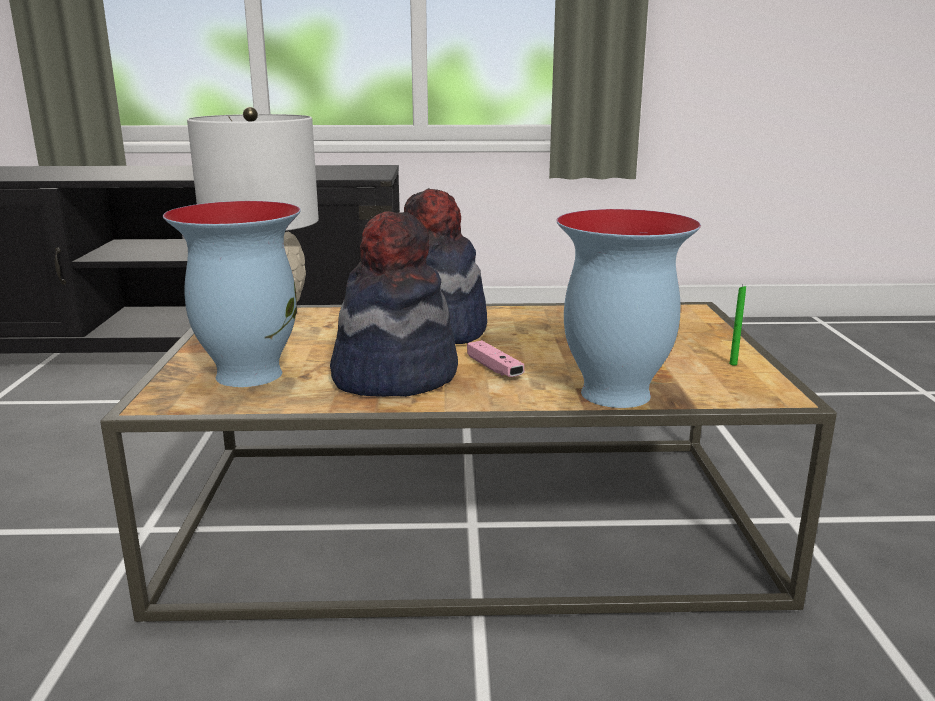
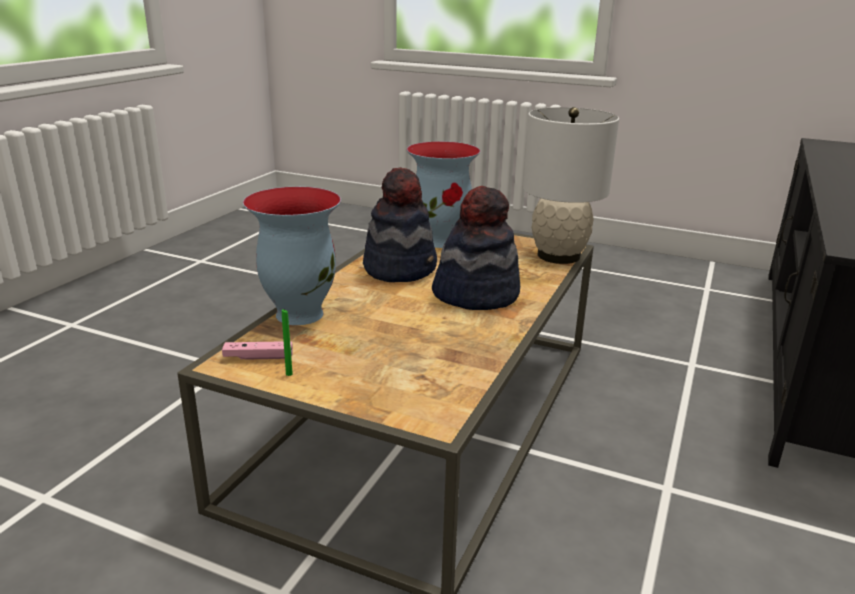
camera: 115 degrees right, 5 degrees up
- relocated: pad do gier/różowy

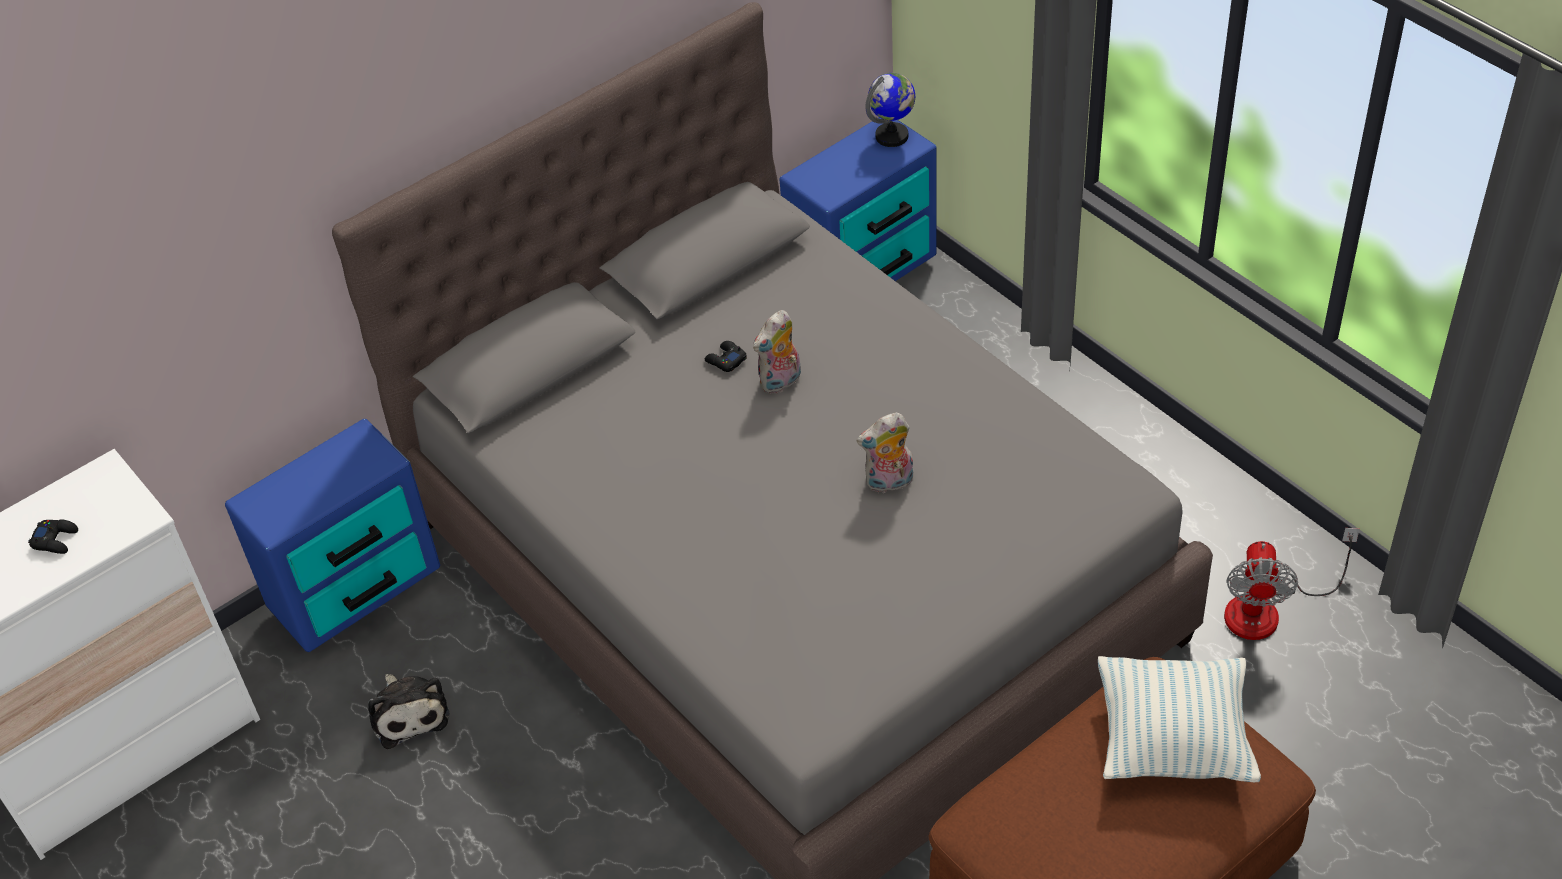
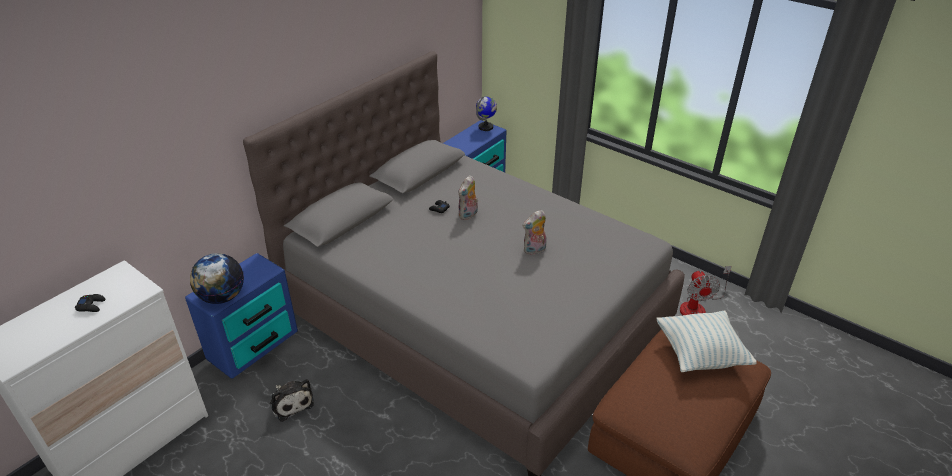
camera: 15 degrees left, 10 degrees down
- appeared: globus (no. 1 from left)

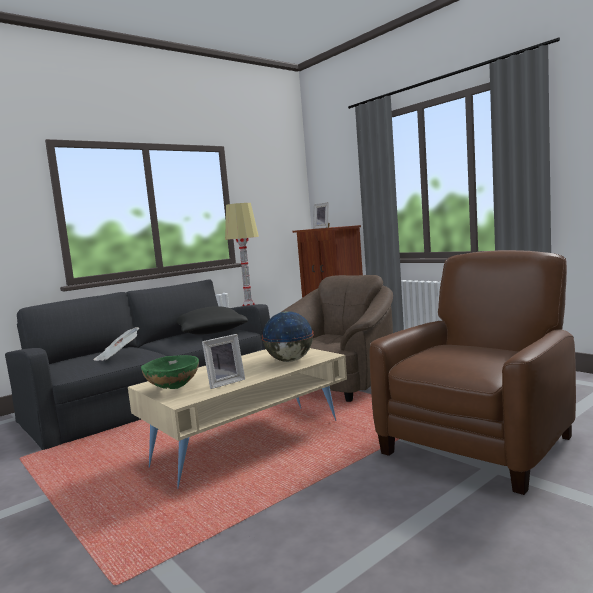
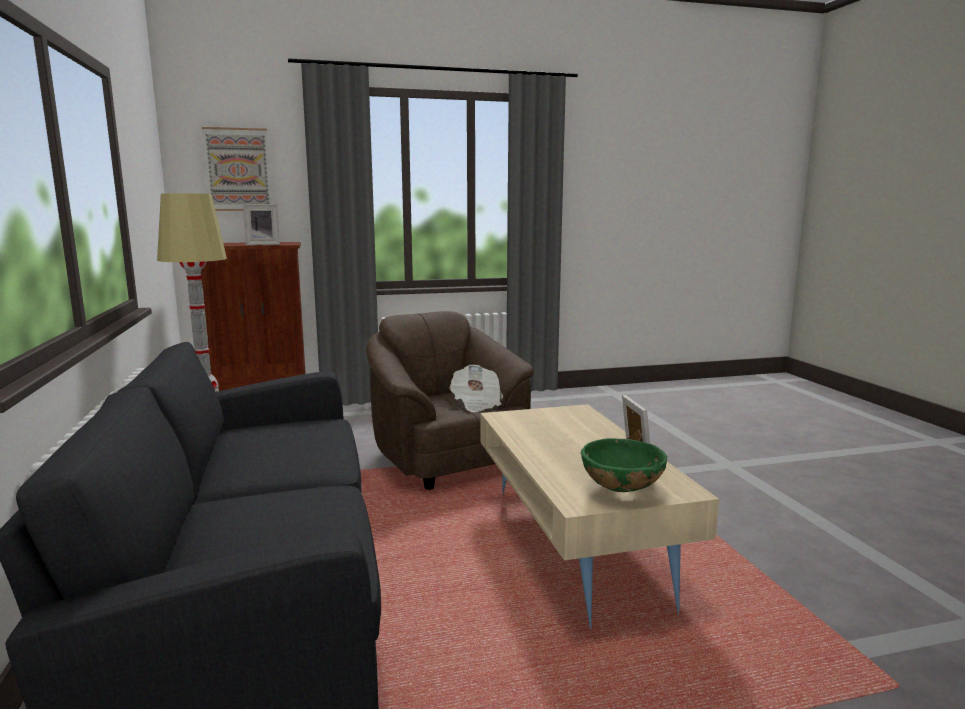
camera: 65 degrees left, 5 degrees up
- appeared: obraz
- relocated: gazeta
- missing: poduszka/czarny
- missing: globus
- missing: fotel/brązowy (no. 2 from left)

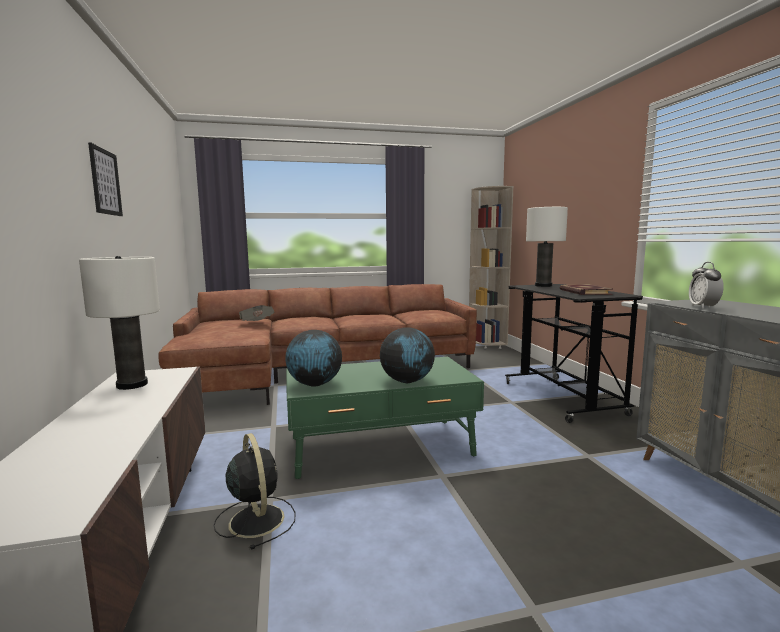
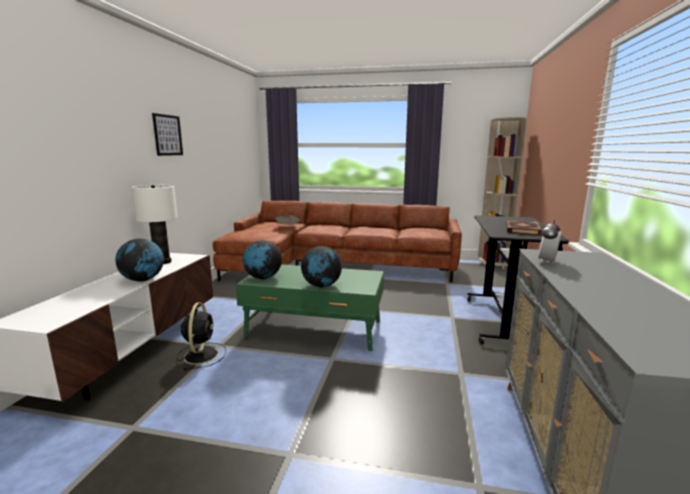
camera: 25 degrees right, 5 degrees up
- appeared: globus (no. 1 from left)
- missing: lampa stołowa/biały (no. 2 from left)

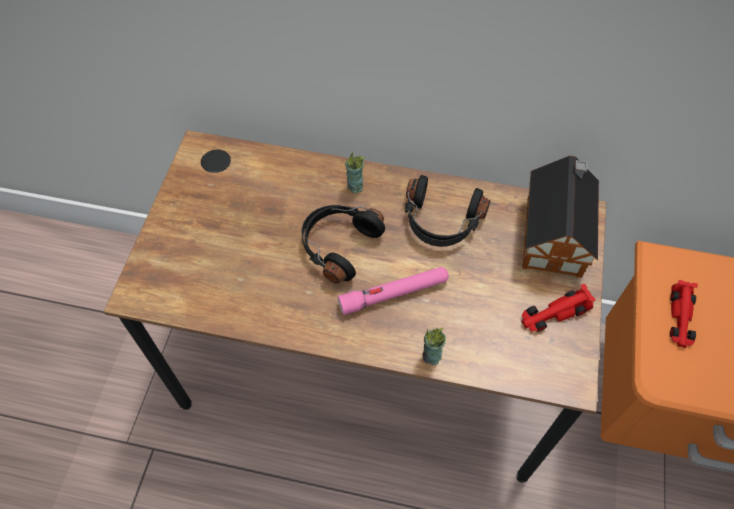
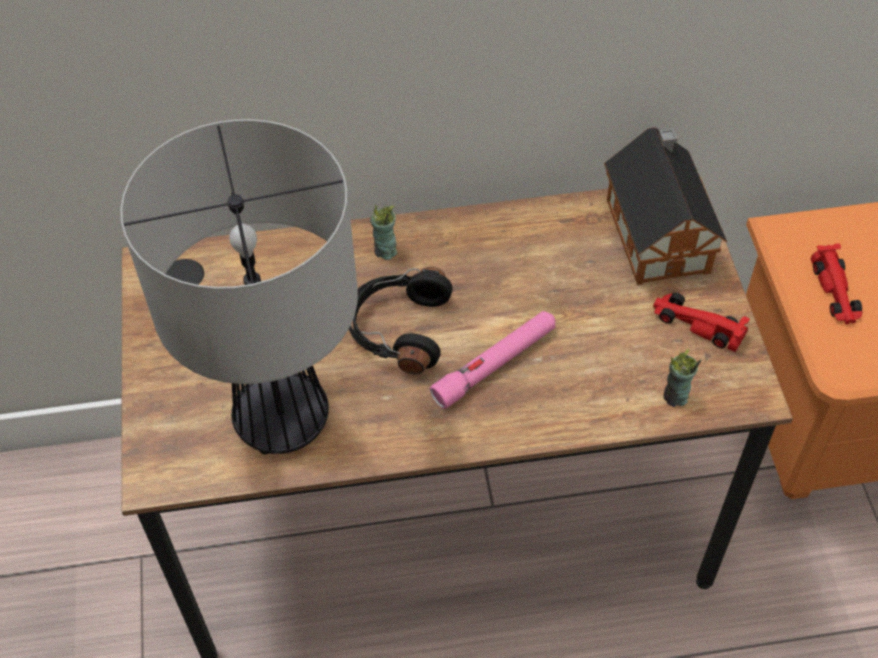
camera: 20 degrees left, 5 degrees down
- appeared: lampa stołowa
- spun: samochodzik/czerwony (no. 1 from left) 75 degrees clockwise
- relocated: filiżanka (no. 2 from left)
- missing: słuchawki/czarny (no. 2 from left)

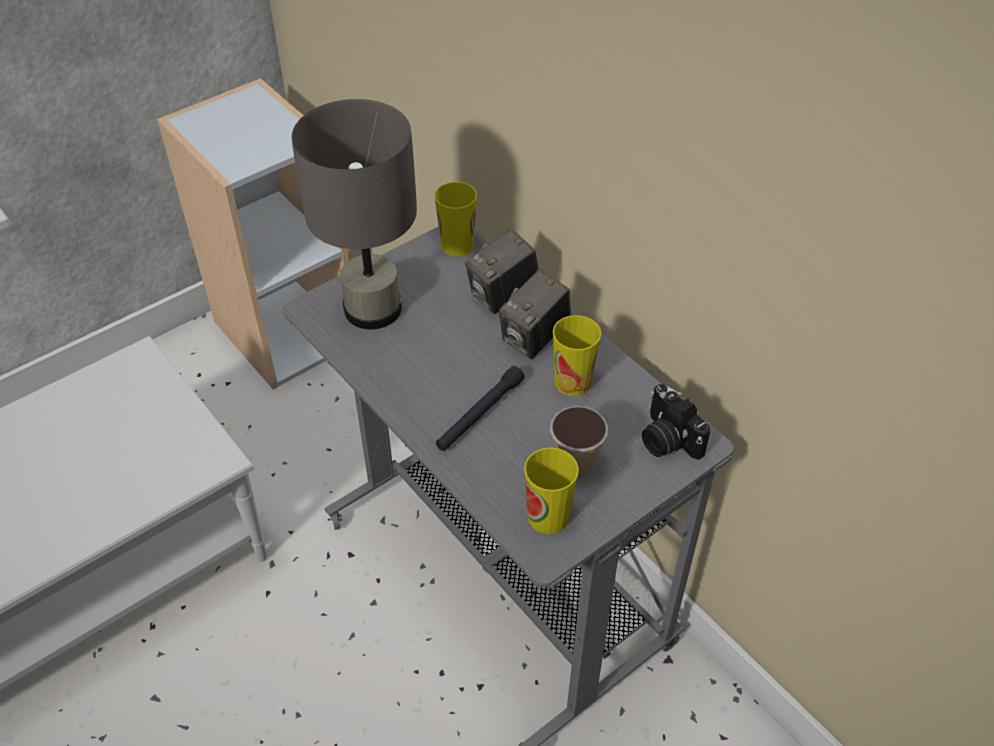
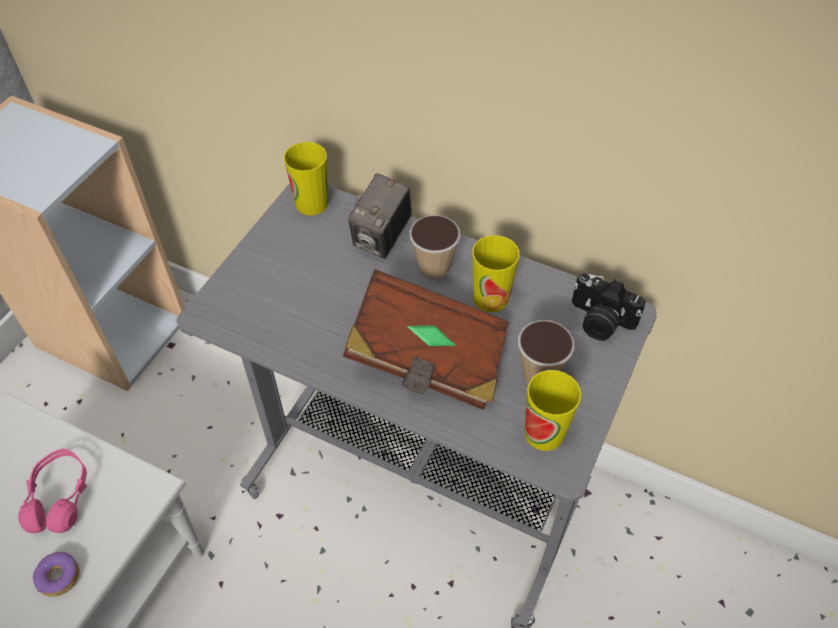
camera: 25 degrees left, 5 degrees up
- appeared: słuchawki/różowy
- appeared: donut
- exchanged: latarka/czarny to książka/brązowy
- exchanged: aparat fotograficzny (no. 2 from left) to filiżanka (no. 2 from left)
- missing: lampa stołowa/szary

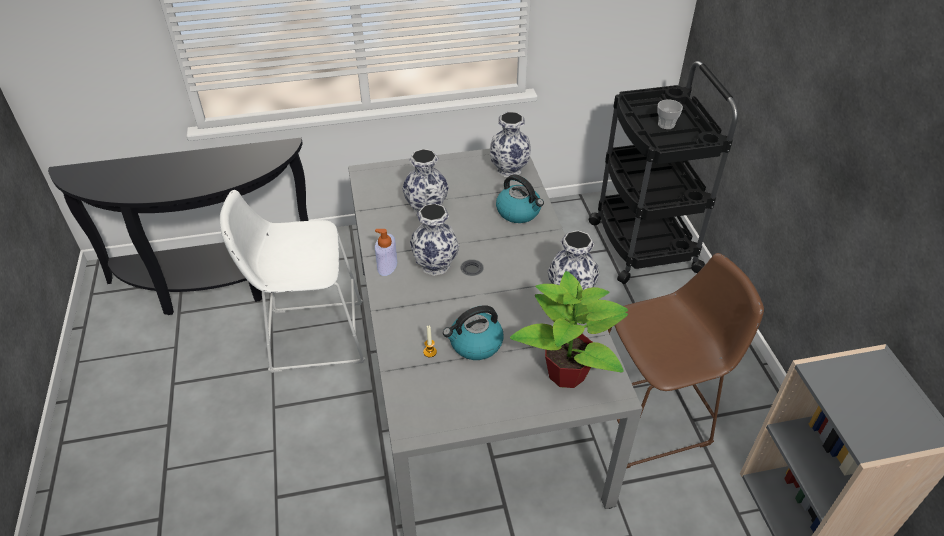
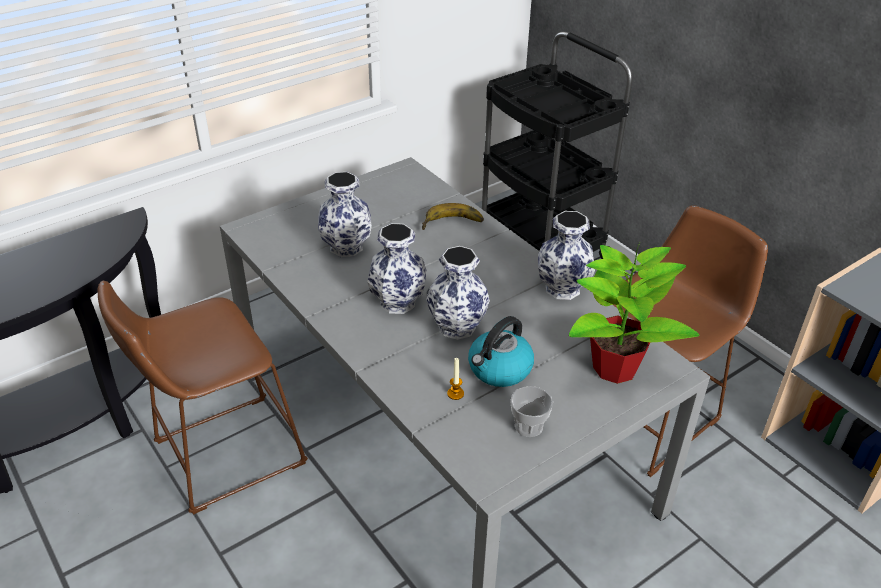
camera: 25 degrees left, 5 degrees down
- colour: stołek/biały to stołek/brązowy (no. 1 from left)
- exchanged: czajnik (no. 2 from left) to banan
- relocated: wazon (no. 3 from left)
- relocated: filiżanka
- missing: dozownik mydła

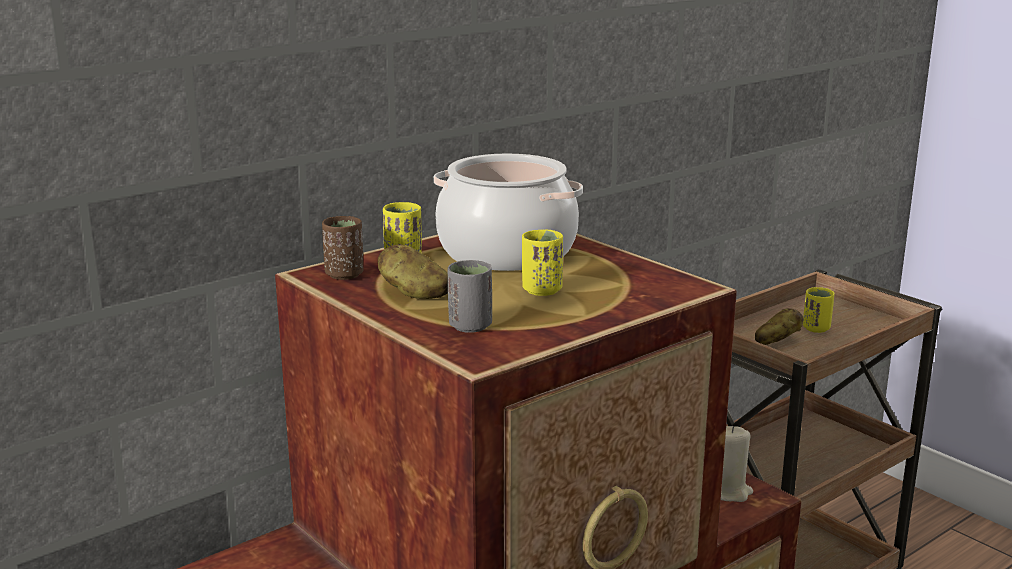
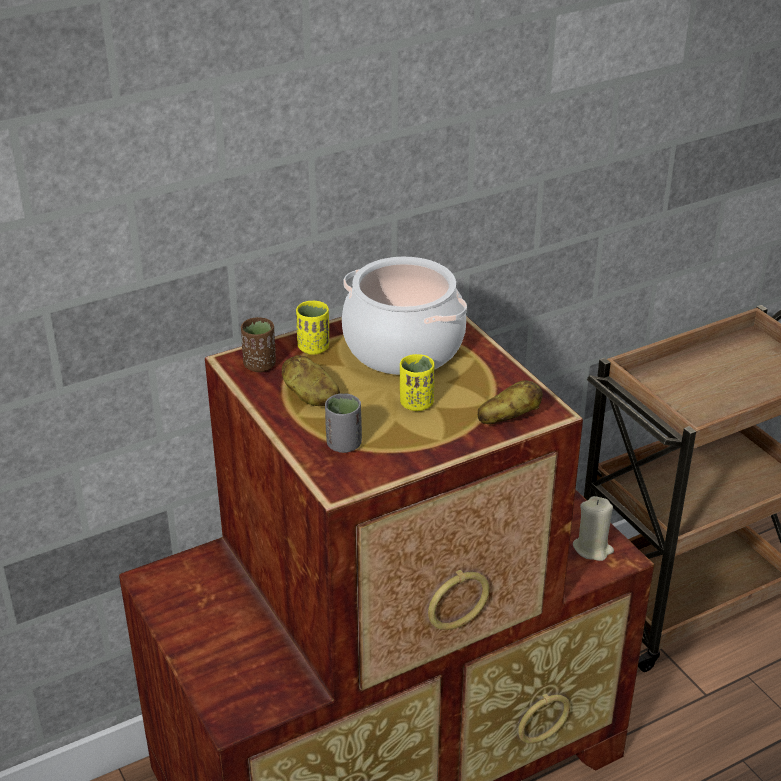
camera: 10 degrees right, 15 degrees up
- relocated: ziemniak (no. 2 from left)
- missing: filiżanka/żółty (no. 3 from left)

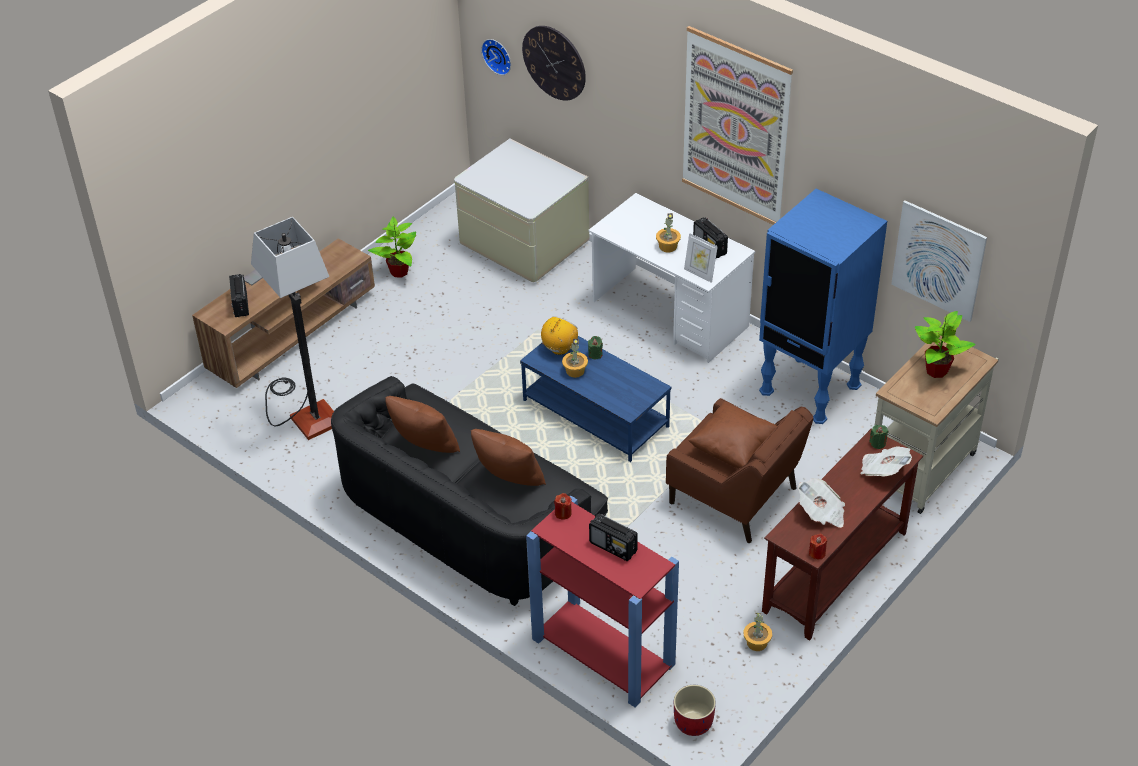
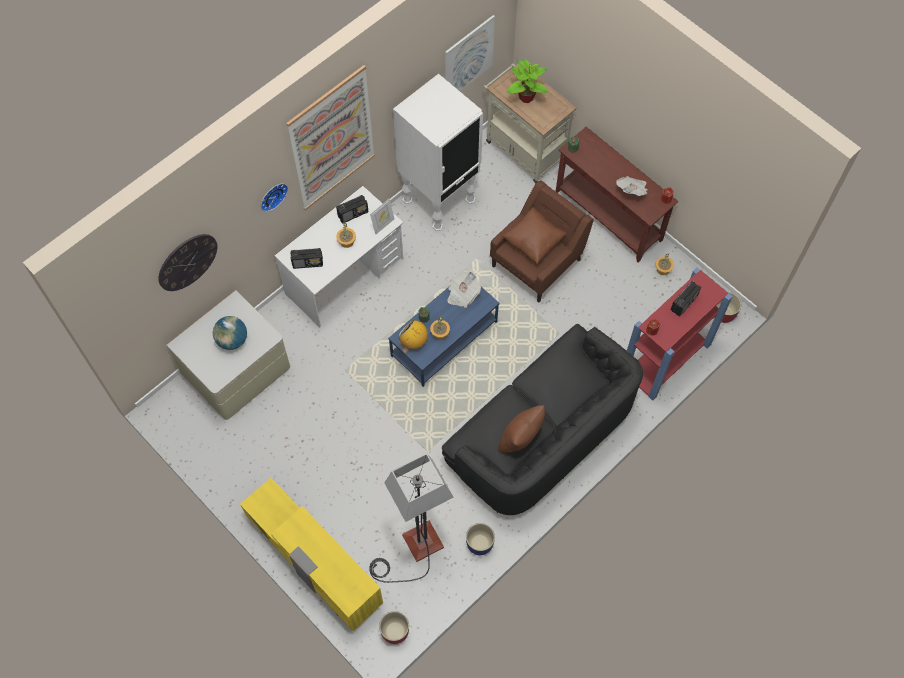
camera: 85 degrees left, 20 degrees up
- appeared: globus
- colour: szafka pod telewizor/brązowy to szafka pod telewizor/żółty
- relocated: zegar ścienny (no. 1 from left in the first image) to zegar ścienny (no. 2 from left)
- relocated: radio (no. 1 from left)
- appeared: donica/czerwony (no. 1 from left)
- colour: szafka/niebieski to szafka/biały
- relocated: gazeta (no. 2 from left in the first image) to gazeta (no. 1 from left)
- appeared: donica/niebieski
- missing: roślina doniczkowa (no. 1 from left)
- missing: poduszka/brązowy (no. 2 from left)

